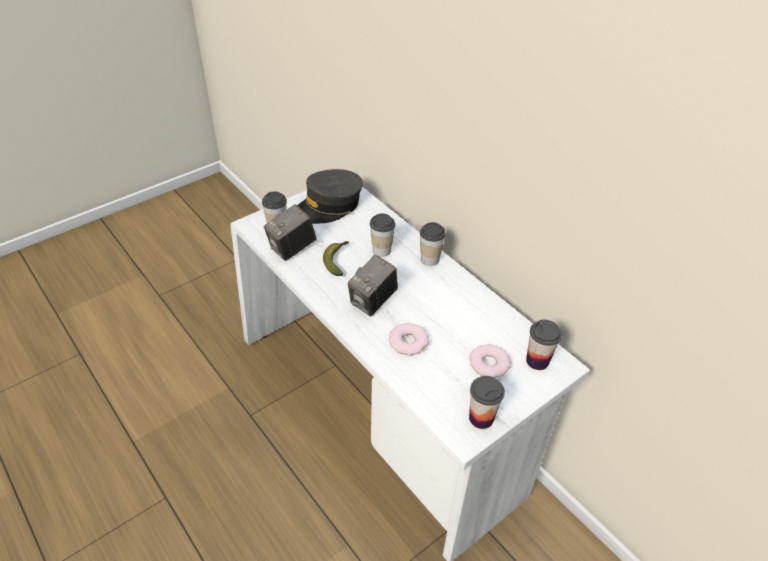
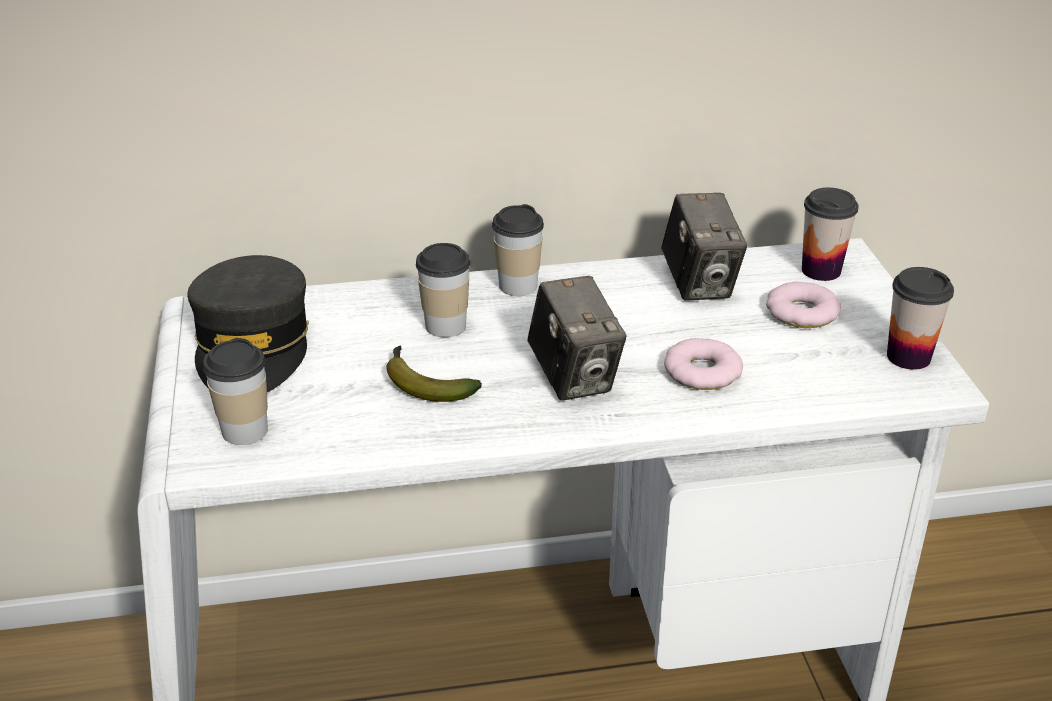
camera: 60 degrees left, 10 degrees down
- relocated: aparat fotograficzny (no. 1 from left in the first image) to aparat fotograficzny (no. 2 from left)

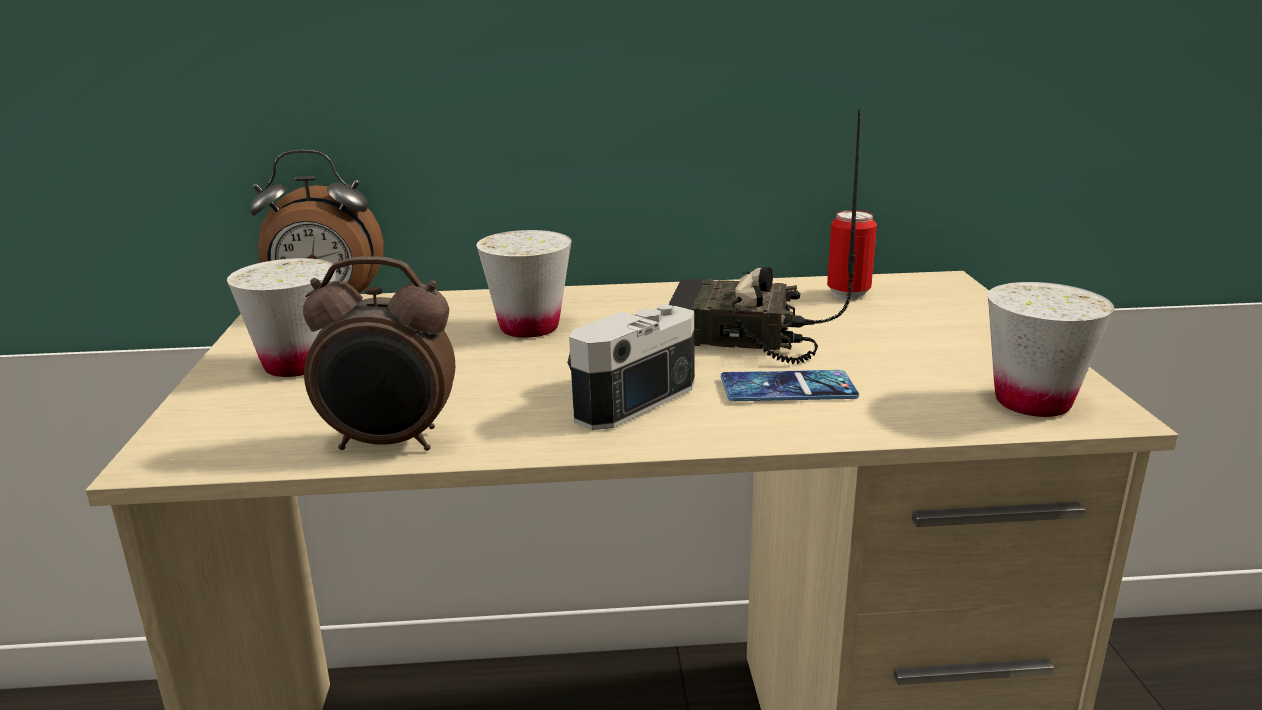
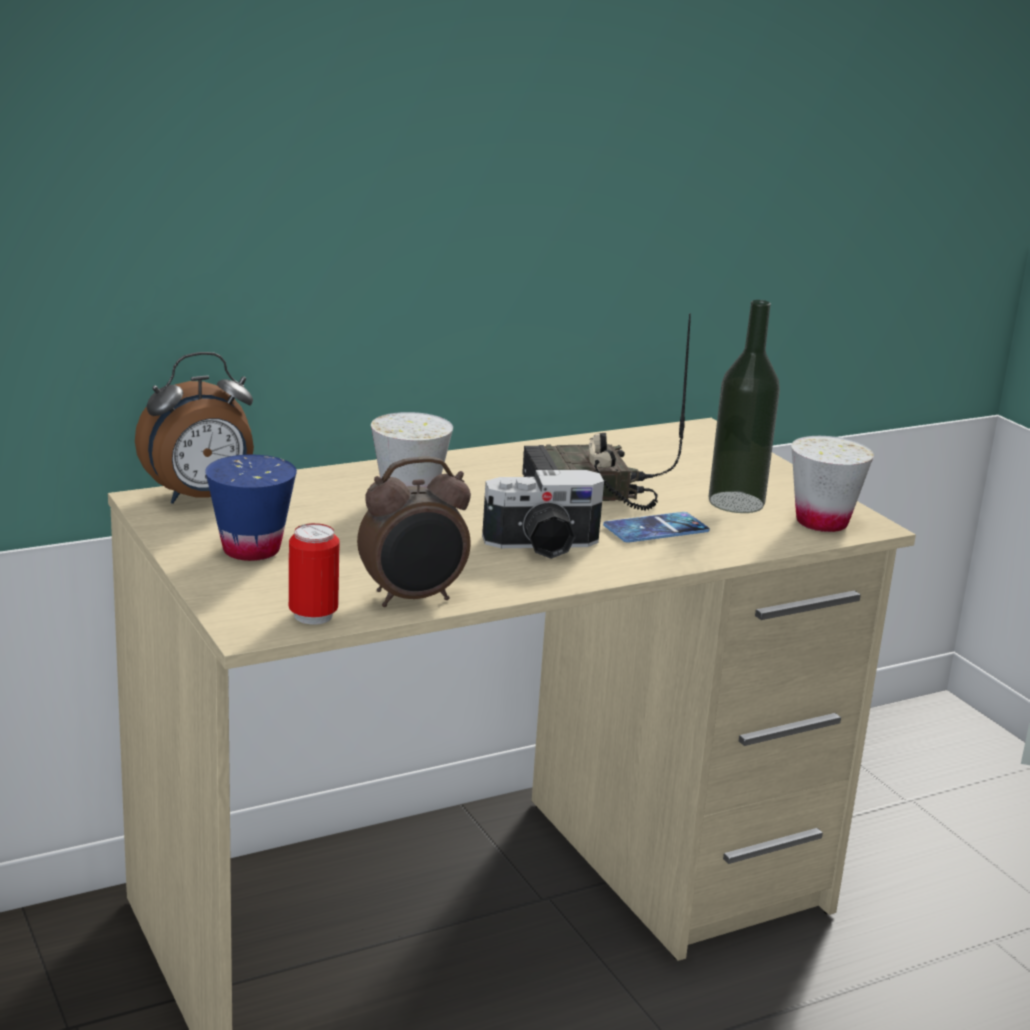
camera: 25 degrees left, 0 degrees up
- colour: filiżanka/biały (no. 1 from left) to filiżanka/niebieski
- relocated: puszka
- spun: aparat fotograficzny 120 degrees counterclockwise
- appeared: butelka

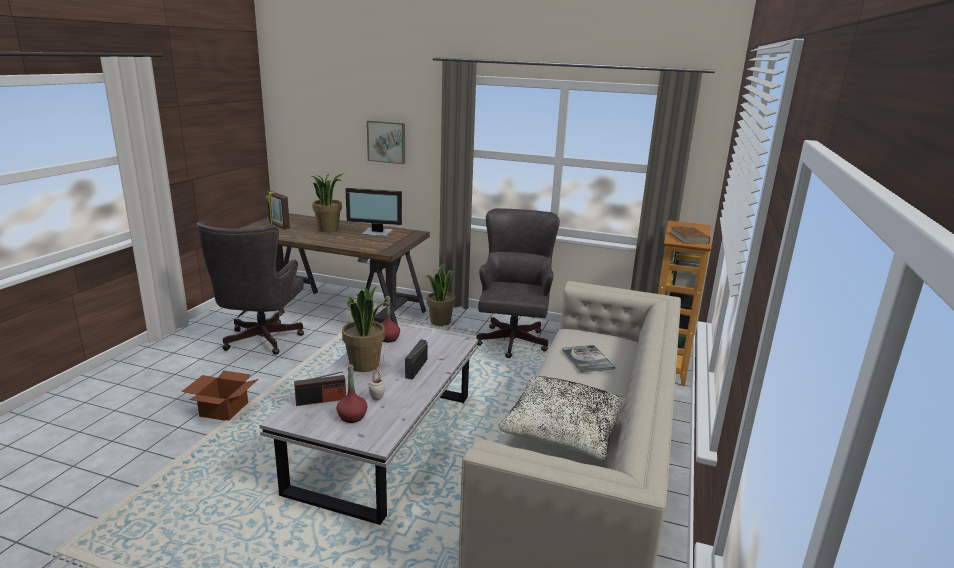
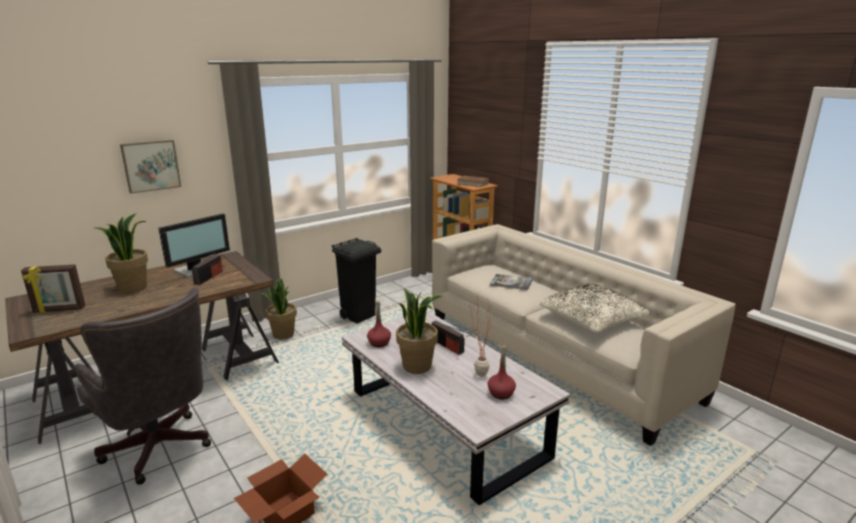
camera: 55 degrees left, 0 degrees up
- relocated: radio (no. 1 from left)
- exchanged: krzesło biurowe/szary (no. 2 from left) to kosz na śmieci/czarny

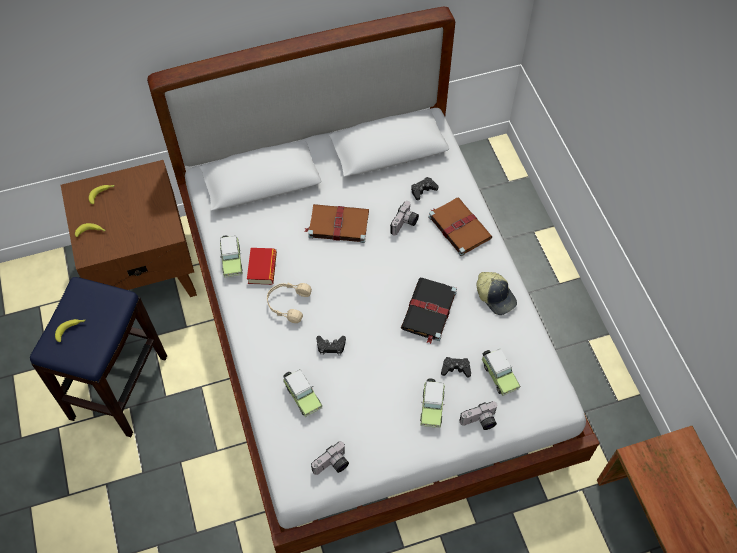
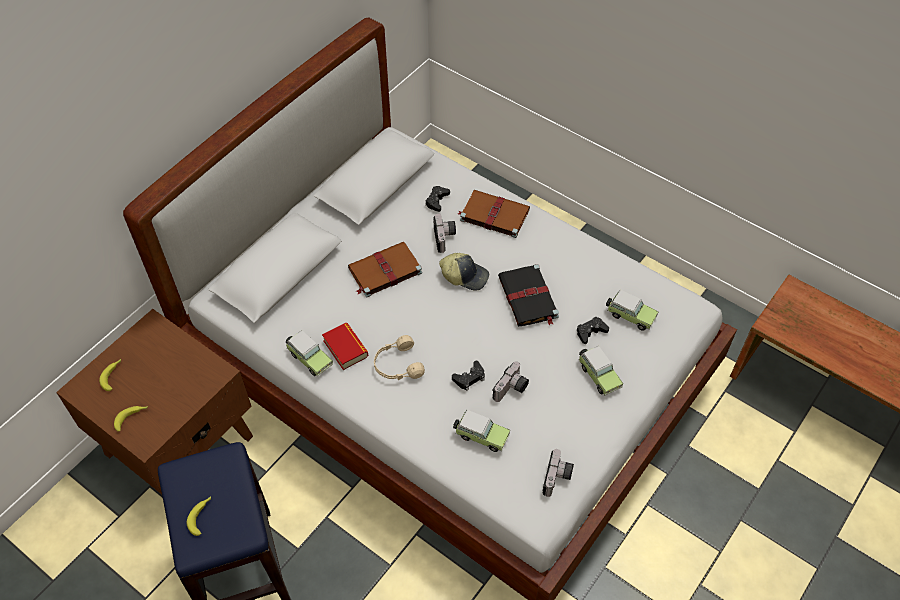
camera: 35 degrees left, 5 degrees down
- relocated: czapka z daszkiem
- relocated: aparat fotograficzny (no. 3 from left in the first image) to aparat fotograficzny (no. 2 from left)

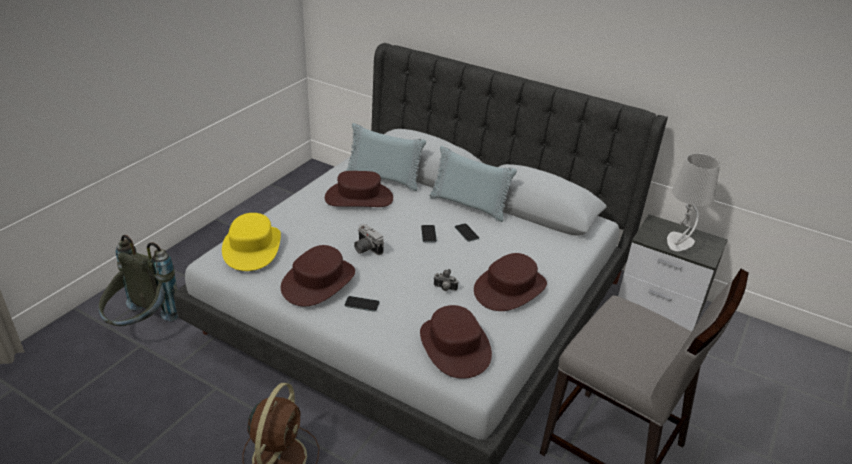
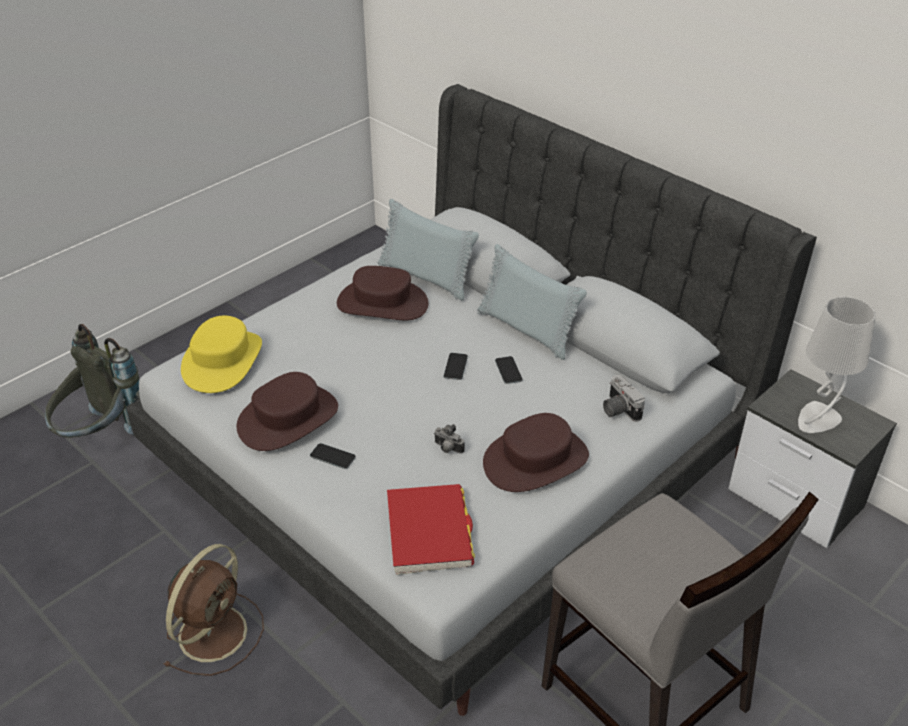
camera: 15 degrees right, 5 degrees up
- exchanged: kapelusz/brązowy (no. 3 from left) to książka/czerwony
- relocated: aparat fotograficzny (no. 1 from left in the first image) to aparat fotograficzny (no. 2 from left)

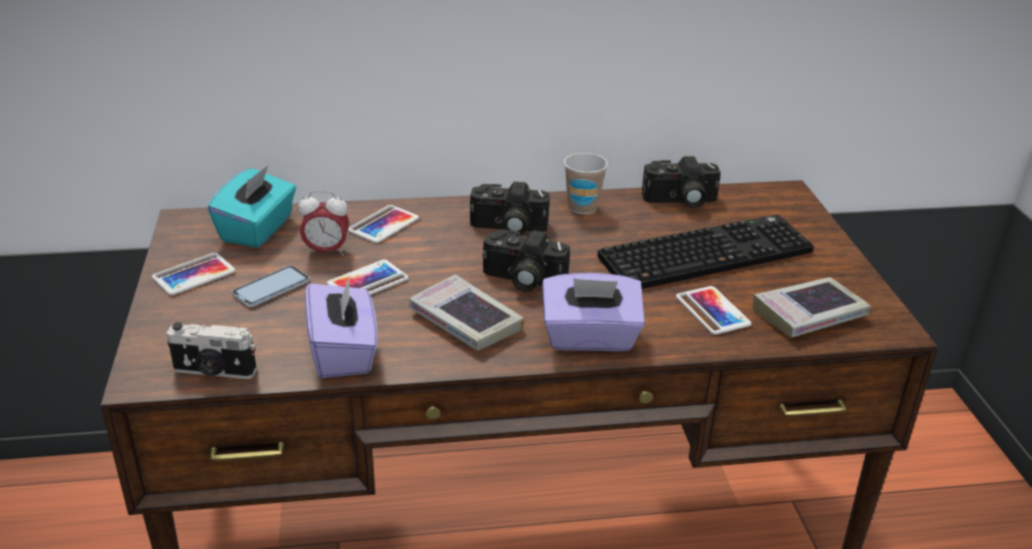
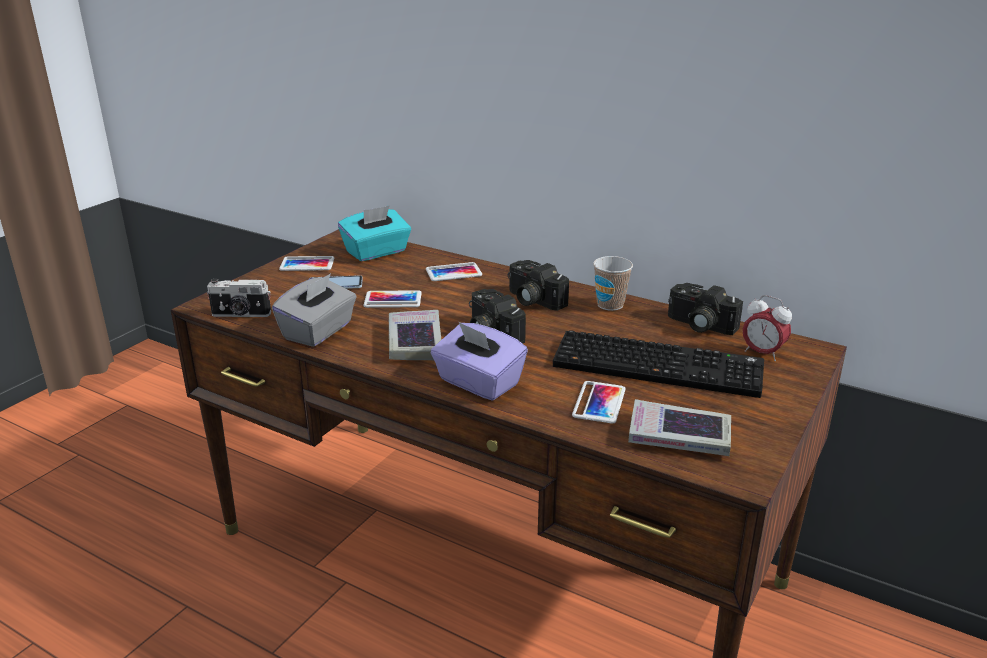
camera: 40 degrees right, 5 degrees down
- spun: aparat fotograficzny (no. 1 from left) 45 degrees counterclockwise
- colour: pudełko chusteczek/fioletowy (no. 1 from left) to pudełko chusteczek/szary
- relocated: budzik

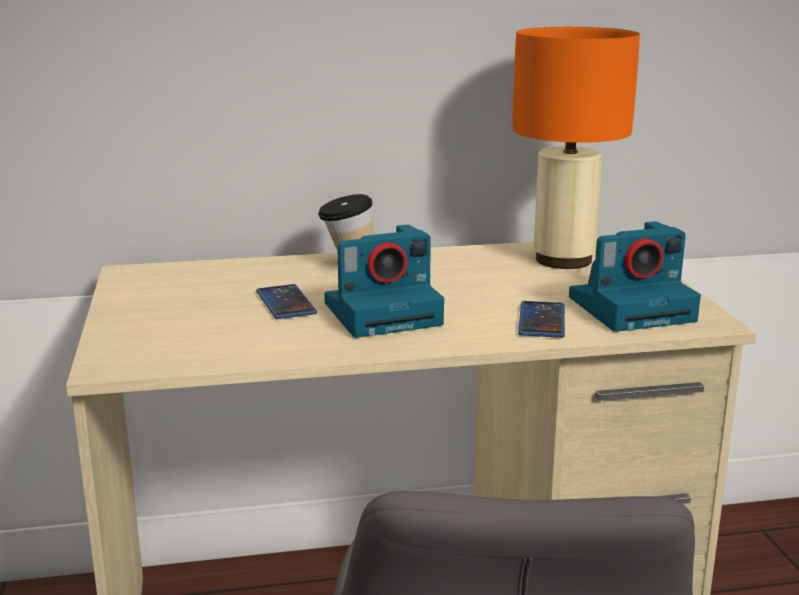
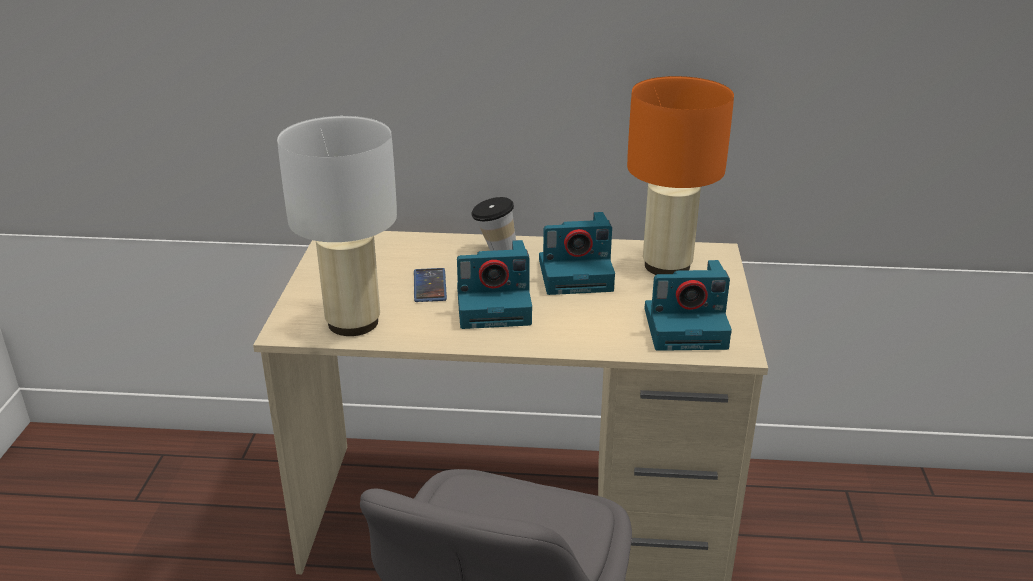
camera: 15 degrees right, 10 degrees up
- appeared: lampa stołowa/biały
- appeared: aparat fotograficzny (no. 2 from left)
- missing: telefon (no. 2 from left)

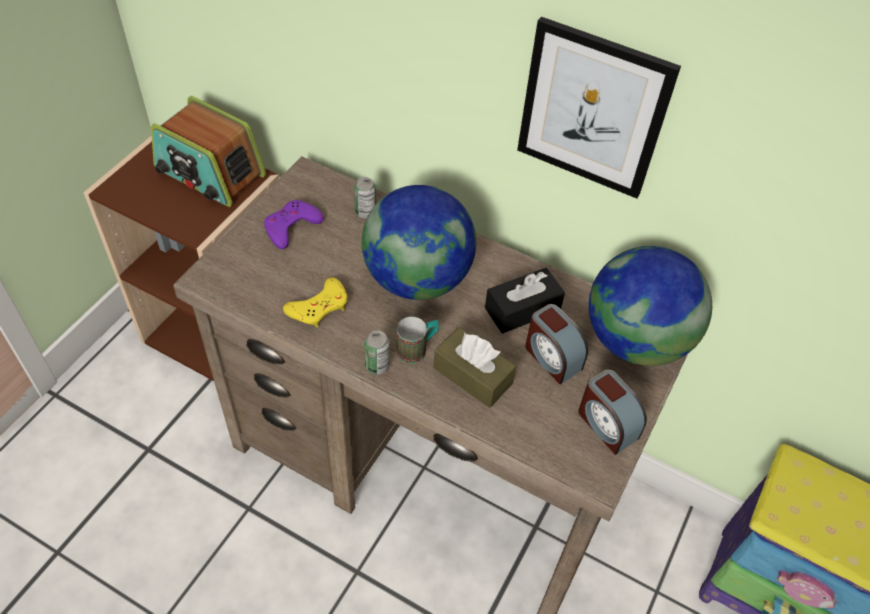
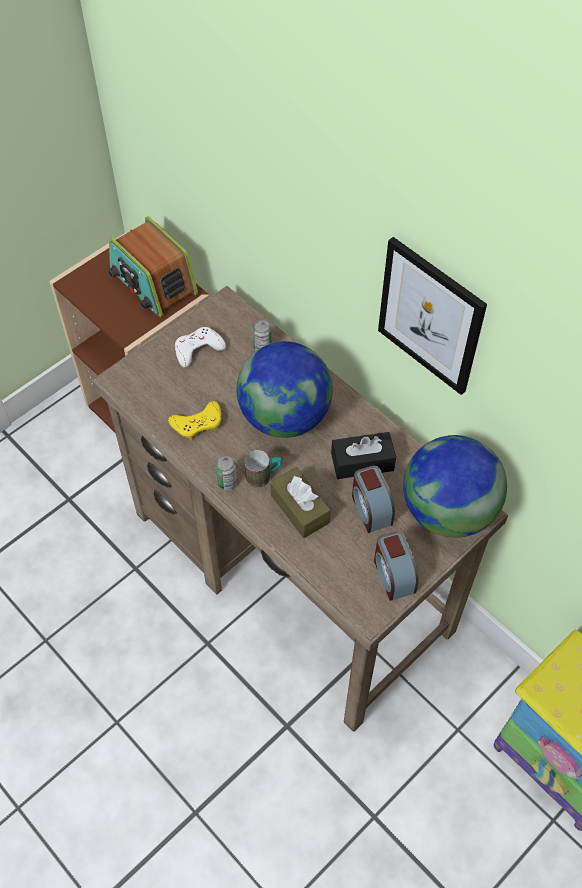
camera: 20 degrees right, 5 degrees up
- colour: pad do gier/fioletowy to pad do gier/biały

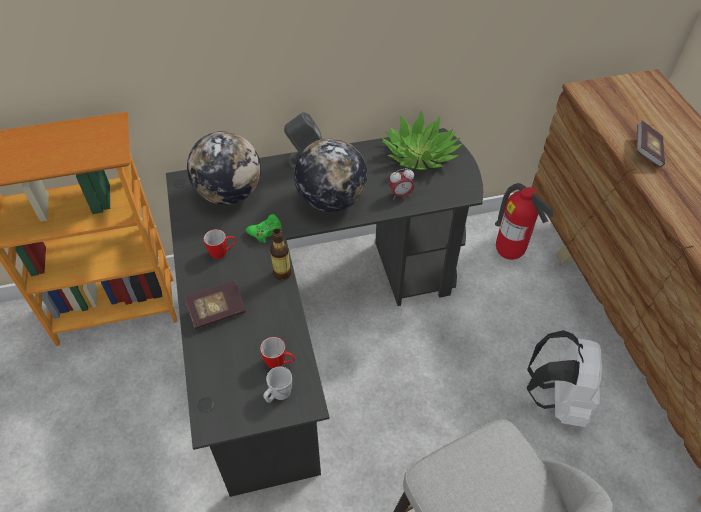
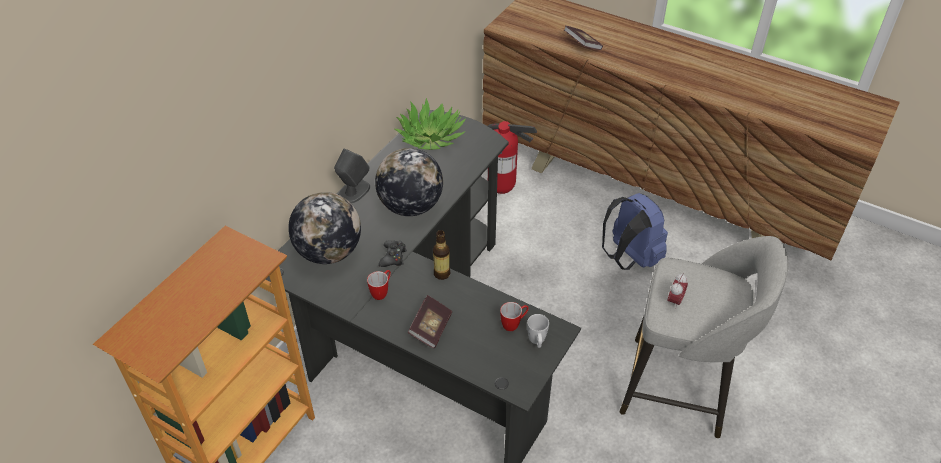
camera: 45 degrees left, 5 degrees down
- colour: pad do gier/zielony to pad do gier/czarny
- colour: plecak/biały to plecak/niebieski
- relocated: budzik

